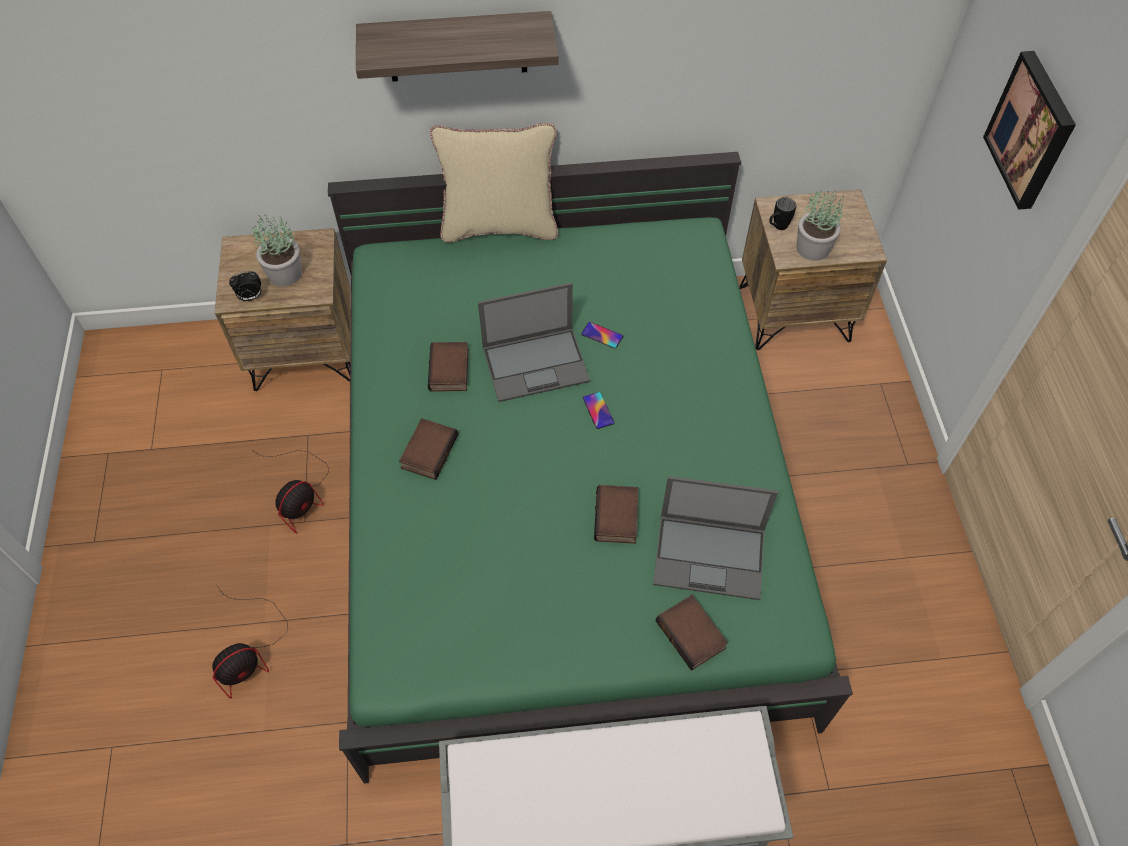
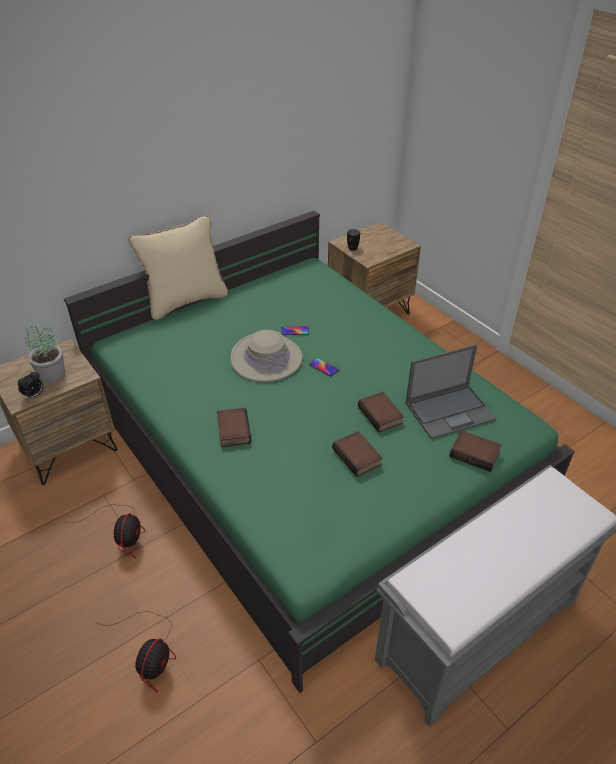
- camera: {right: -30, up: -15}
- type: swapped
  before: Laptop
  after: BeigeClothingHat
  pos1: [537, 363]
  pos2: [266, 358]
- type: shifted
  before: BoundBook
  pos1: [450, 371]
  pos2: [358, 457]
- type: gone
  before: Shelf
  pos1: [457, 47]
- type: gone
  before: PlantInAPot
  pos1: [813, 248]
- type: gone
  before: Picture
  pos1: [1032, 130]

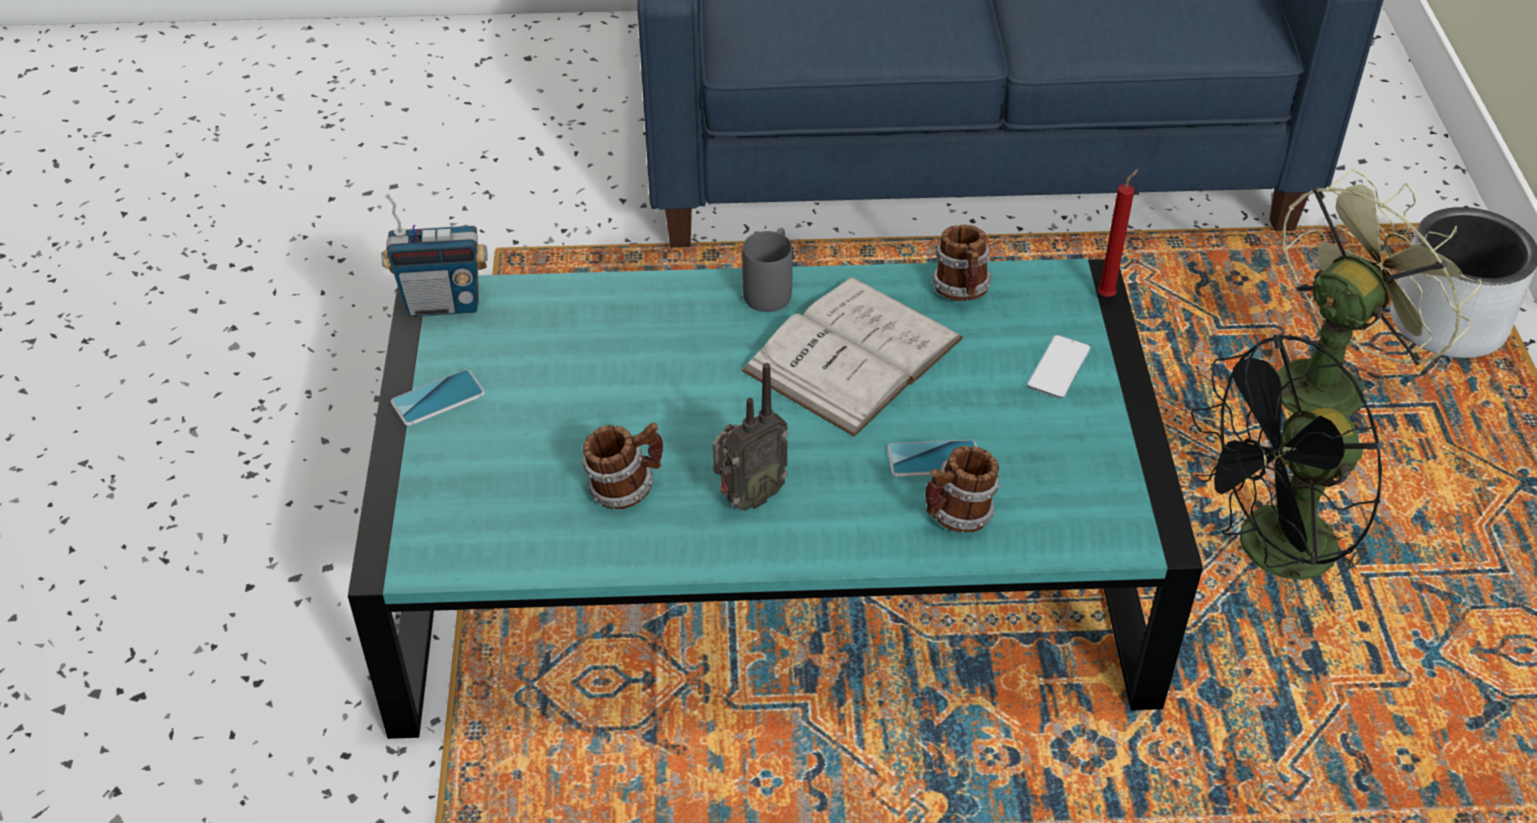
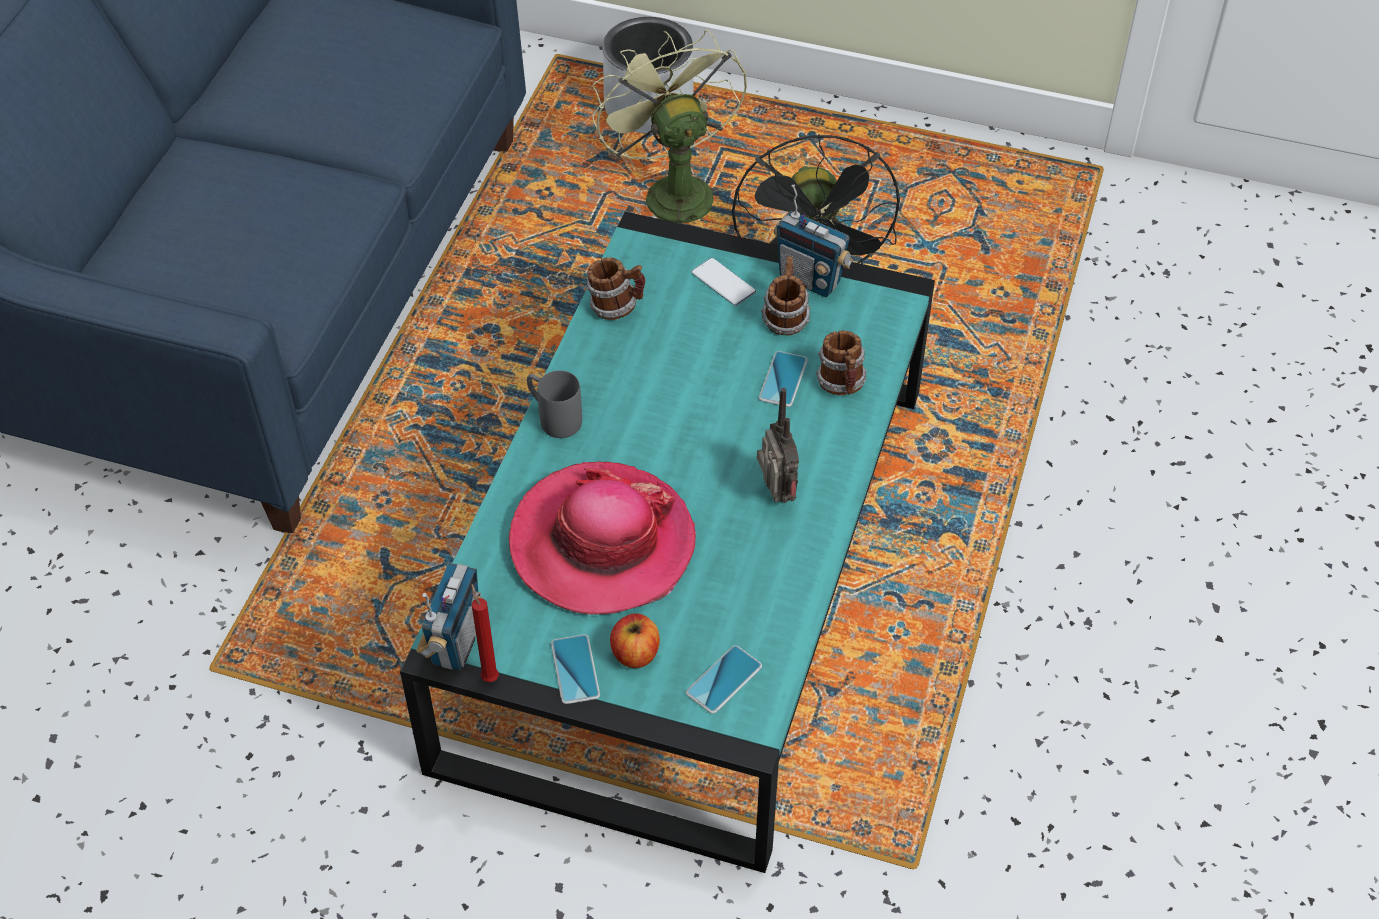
- camera: {right: -70, up: 5}
- type: shifted
  before: RedColouredCandle
  pos1: [1108, 295]
  pos2: [489, 676]
- type: new
  after: ClothingHat
  pos2: [602, 543]
- type: new
  after: AppleFruit
  pos2: [635, 653]
- type: new
  after: Handset
  pos2: [724, 680]
- type: shifted
  before: TeaMug
  pos1: [625, 488]
  pos2: [785, 318]
- type: new
  after: RadioReceiver
  pos2: [810, 279]
- type: gone
  before: WhiteColouredBoundBook
  pos1: [853, 354]

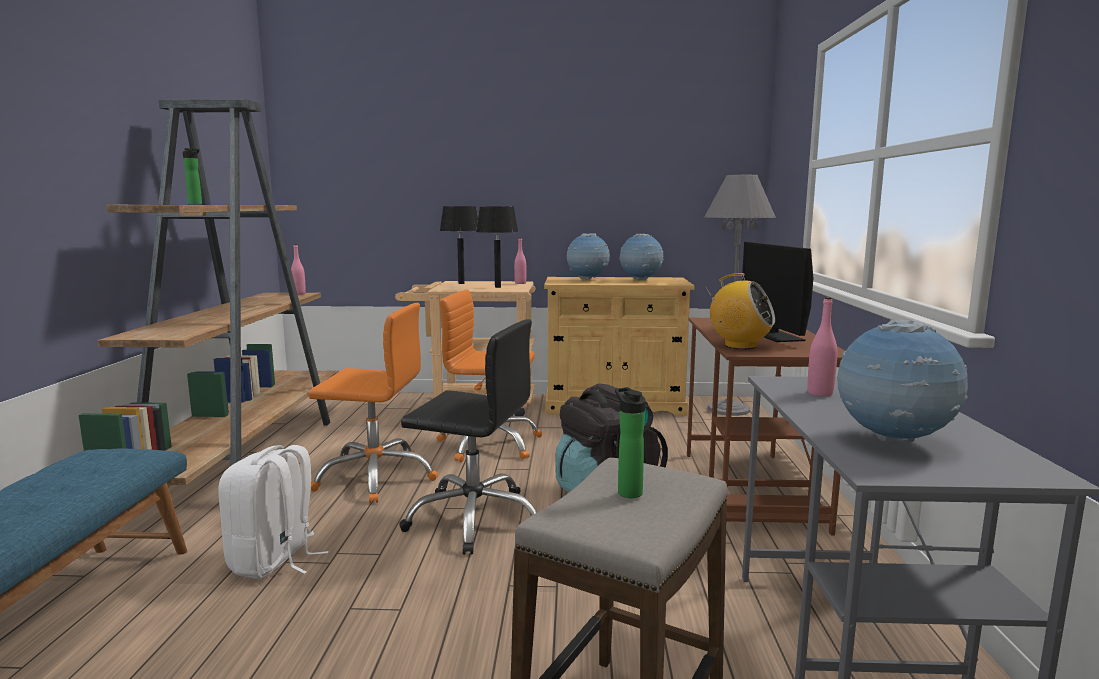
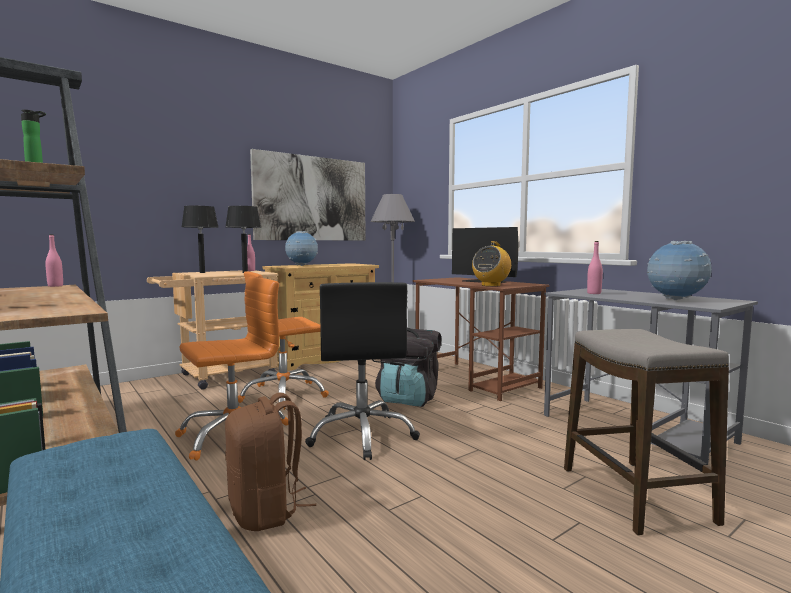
- camera: {right: -40, up: -5}
- type: repainted
  before: WhiteColouredKnapsack
  after: BrownColouredKnapsack
  pos1: [274, 561]
  pos2: [266, 511]
- type: new
  after: Picture
  pos2: [311, 198]
- type: rotated
  before: BlackColouredDeskChair
  pos1: [474, 518]
  pos2: [362, 435]
  turn: 105
- type: rotated
  before: RadioReceiver
  pos1: [739, 346]
  pos2: [491, 285]
  turn: 135
- type: gone
  before: BeverageBottle
  pos1: [628, 491]
- type: gone
  before: WorldGlobe
  pos1: [640, 280]

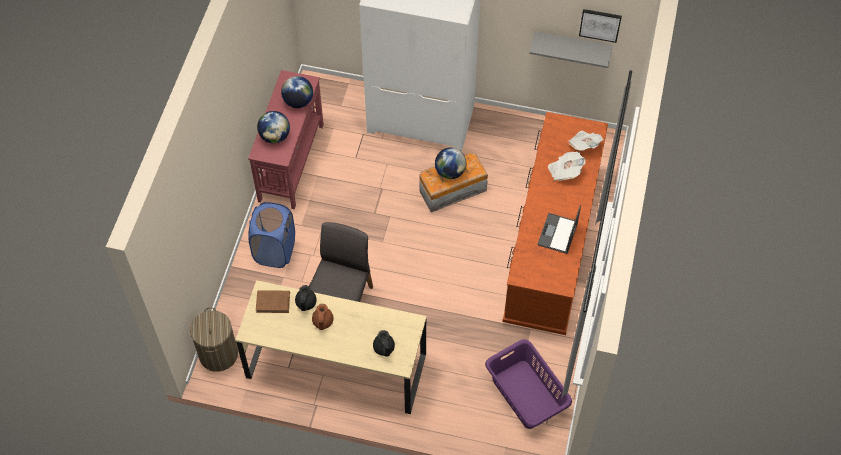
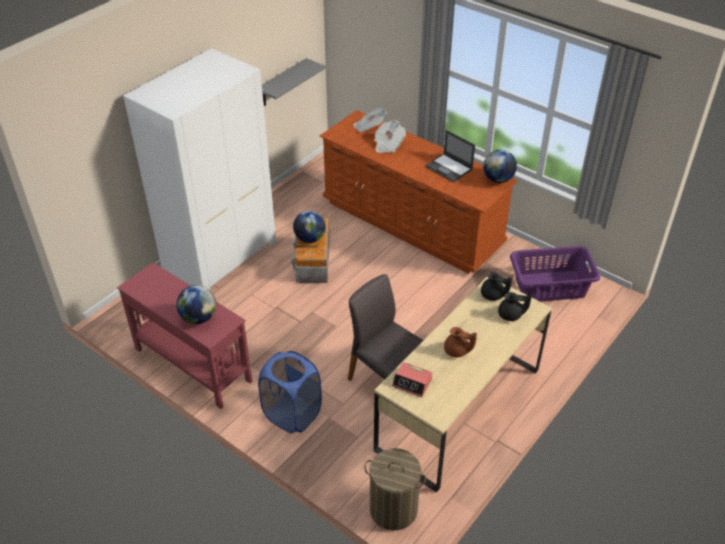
- camera: {right: -65, up: -15}
- type: swapped
  before: BrownColouredBoundBook
  after: AlarmClock
  pos1: [274, 302]
  pos2: [412, 383]
- type: shifted
  before: BlackColouredTeapot
  pos1: [305, 303]
  pos2: [493, 295]
- type: shifted
  before: WorldGlobe
  pos1: [298, 101]
  pos2: [498, 179]
- type: gone
  before: Picture
  pos1: [600, 24]

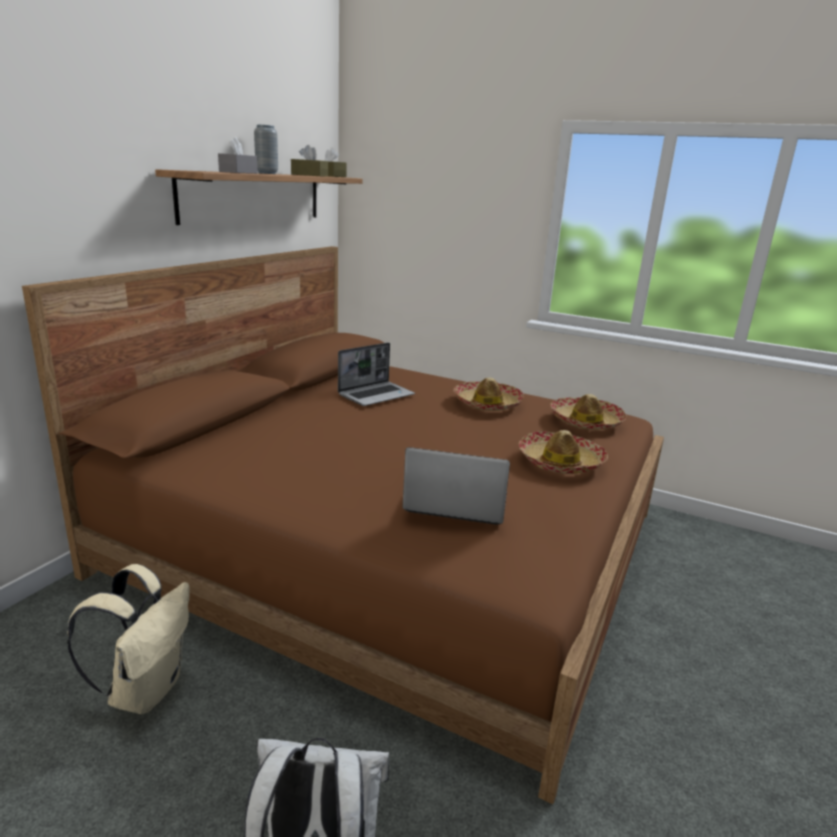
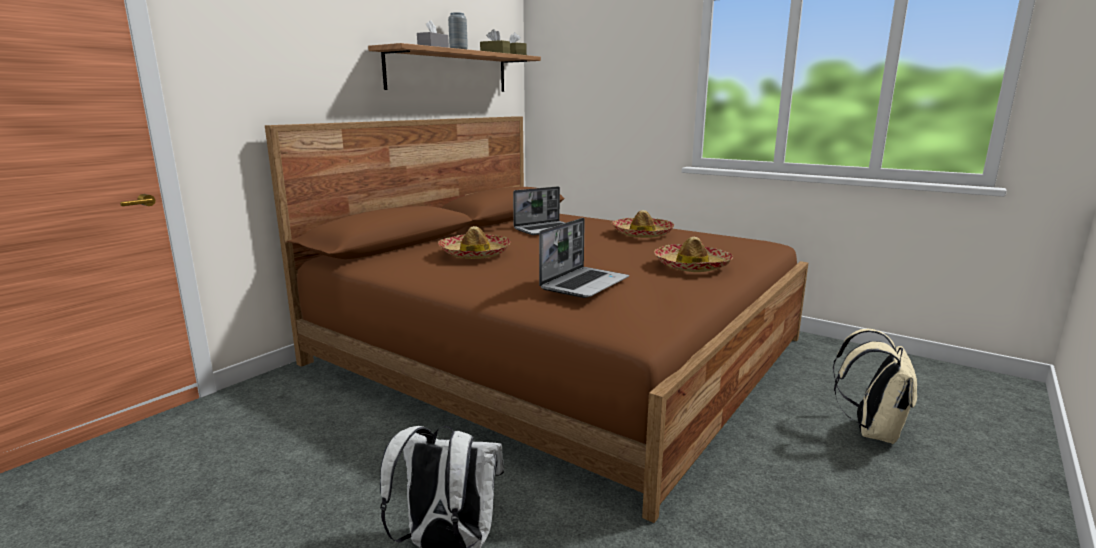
- camera: {right: 10, up: -5}
- type: shifted
  before: ClothingHat
  pos1: [585, 421]
  pos2: [474, 254]
- type: rotated
  before: Laptop
  pos1: [454, 504]
  pos2: [584, 283]
  turn: 105
- type: shifted
  before: BeigeKnapsack
  pos1: [146, 689]
  pos2: [871, 431]

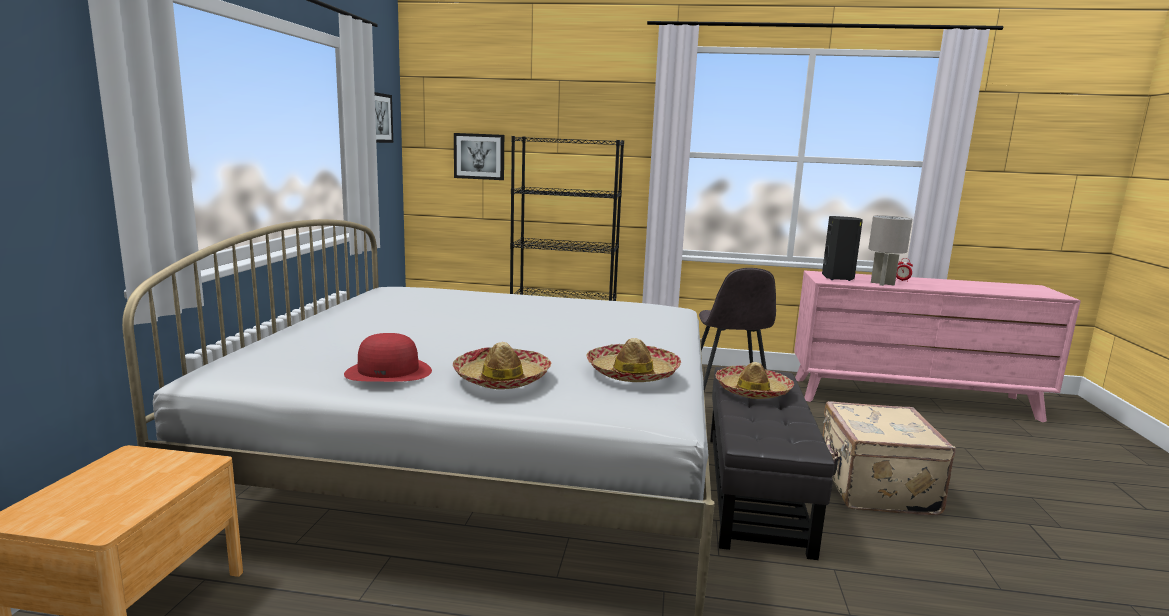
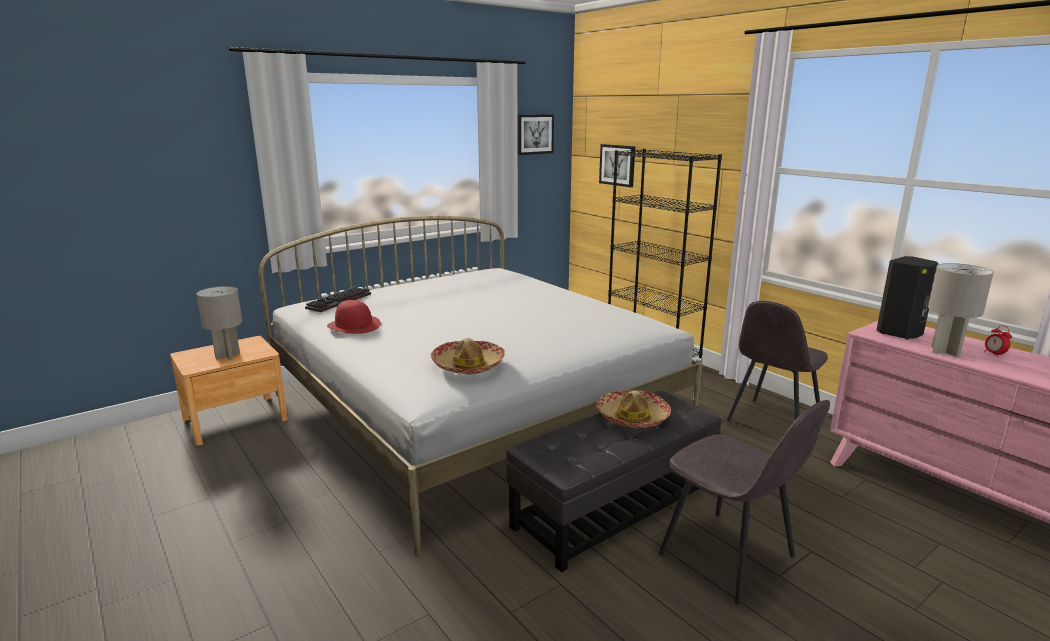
- camera: {right: 45, up: 5}
- type: new
  after: GrayLampForATable
  pos2: [227, 356]
- type: new
  after: Keyboard
  pos2: [339, 302]
- type: swapped
  before: BeigeTravelCase
  after: GrayPlainChair
  pos1: [874, 488]
  pos2: [729, 557]
- type: gone
  before: ClothingHat
  pos1: [502, 378]

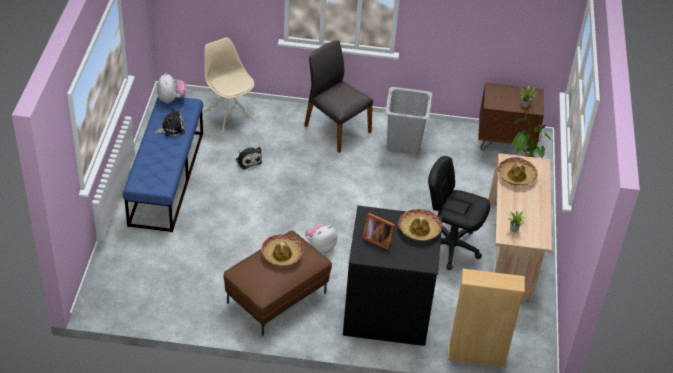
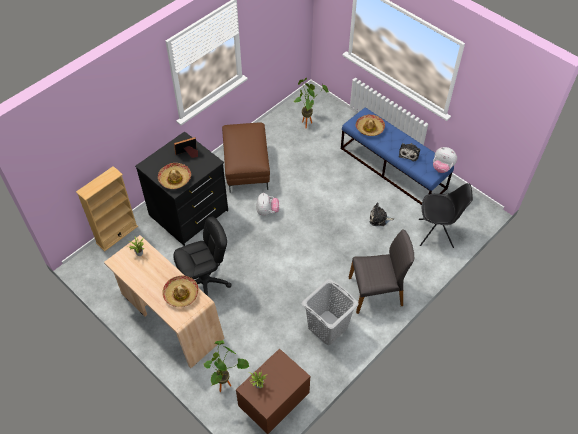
- camera: {right: 130, up: 10}
- type: new
  after: PlantInAPot
  pos2: [307, 122]
- type: shifted
  before: ClothingHat
  pos1: [282, 254]
  pos2: [369, 128]
- type: repainted
  before: BeigePlainChair
  after: BlackColouredPlainChair
  pos1: [229, 116]
  pos2: [436, 233]

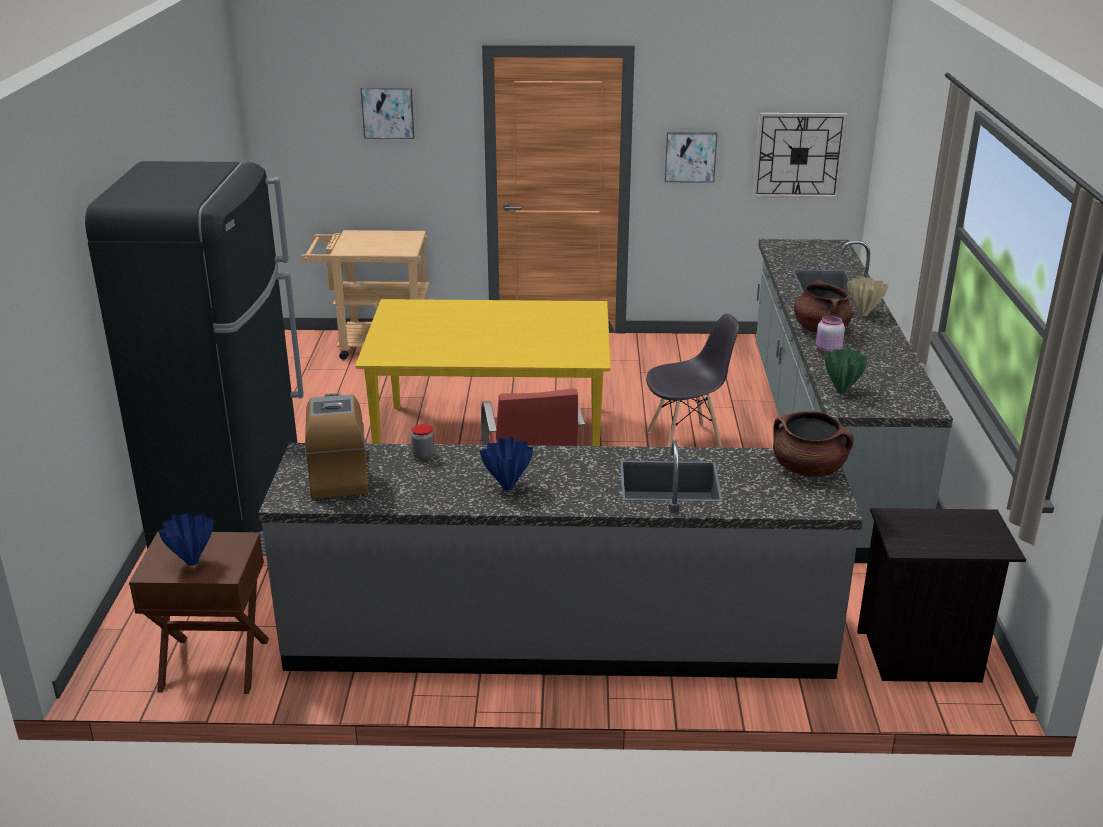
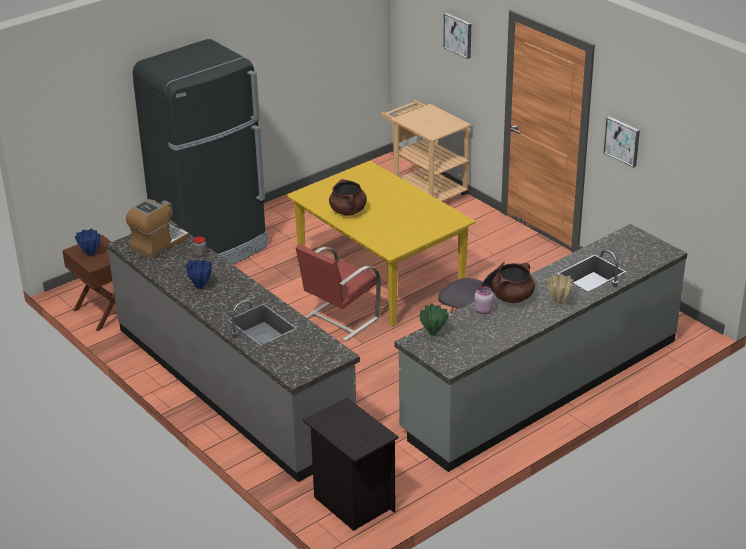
- camera: {right: 50, up: 5}
- type: shifted
  before: BrownColouredStockpot
  pos1: [808, 469]
  pos2: [348, 211]
- type: gone
  before: HangingClock
  pos1: [799, 155]

